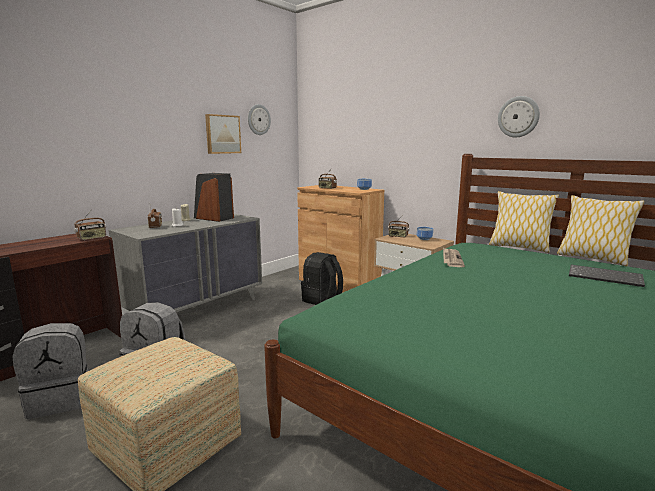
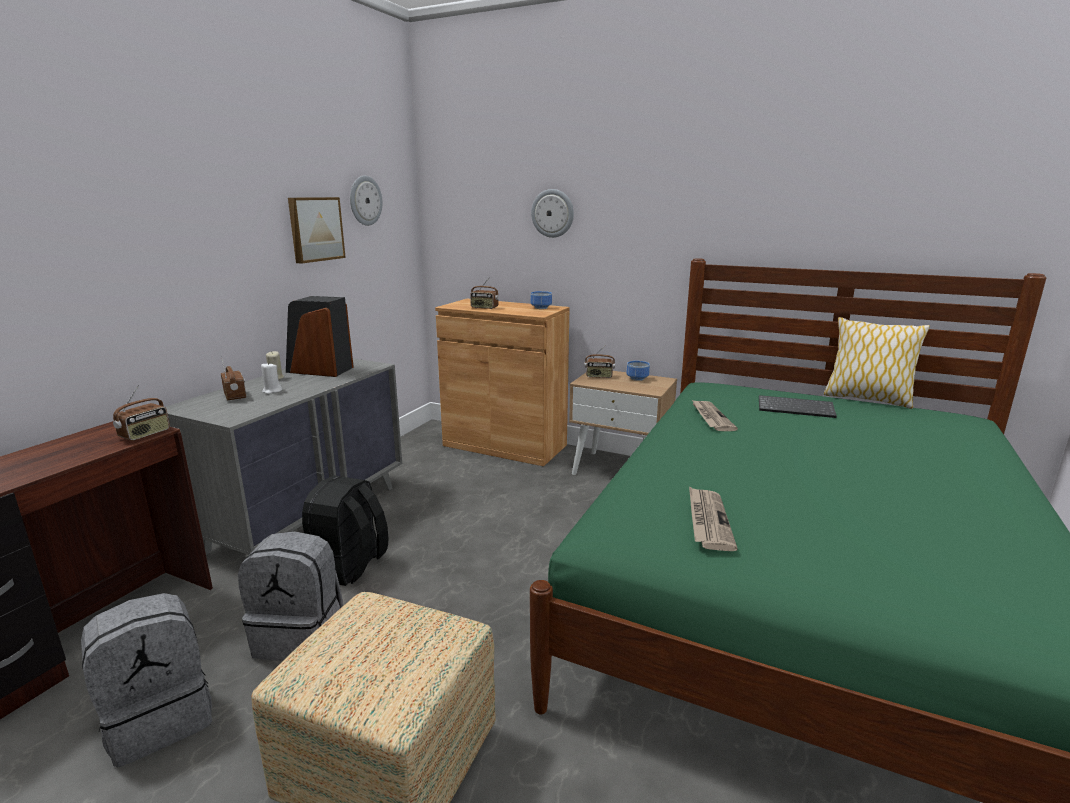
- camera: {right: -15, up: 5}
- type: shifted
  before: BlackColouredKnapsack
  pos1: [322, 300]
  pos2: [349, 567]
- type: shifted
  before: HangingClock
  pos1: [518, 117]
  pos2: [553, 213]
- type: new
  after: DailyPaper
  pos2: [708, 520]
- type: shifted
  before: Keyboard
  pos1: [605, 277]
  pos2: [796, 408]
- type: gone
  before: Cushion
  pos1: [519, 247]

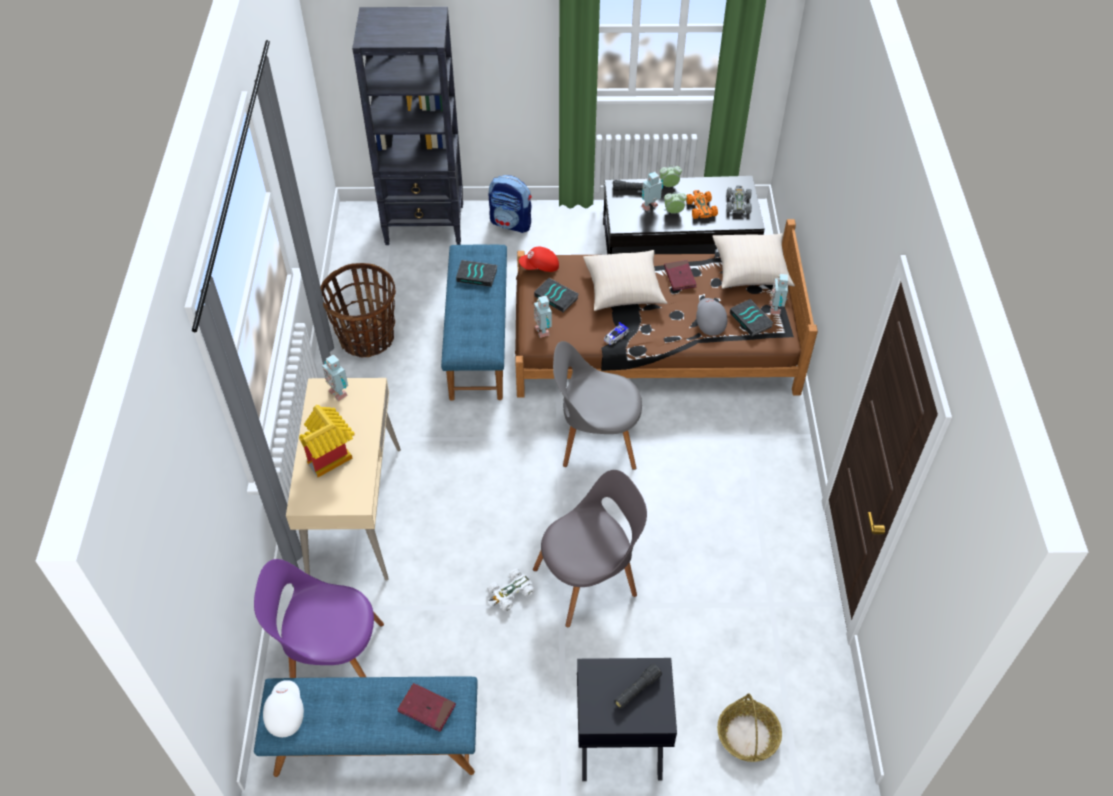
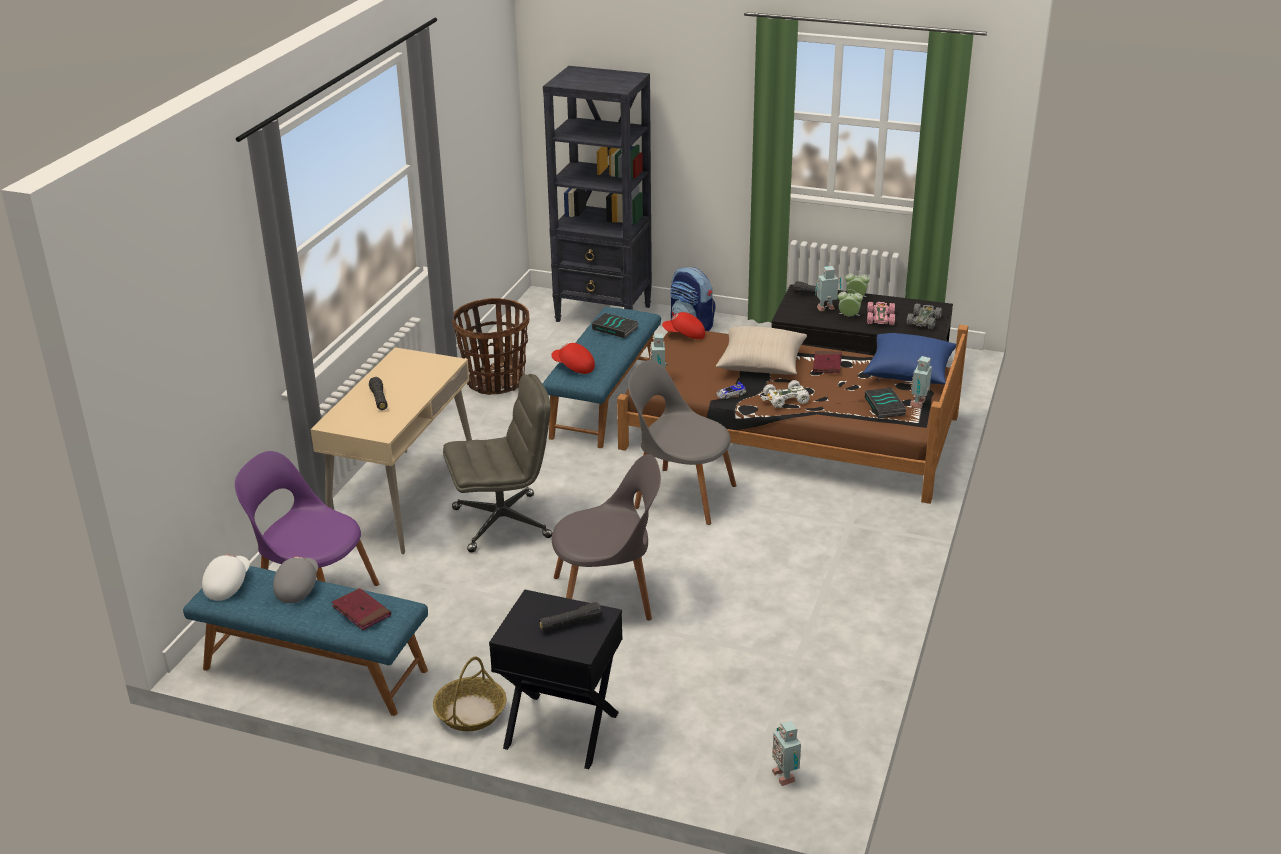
- camera: {right: 20, up: -20}
- type: shifted
  before: GrayPeakedCap
  pos1: [709, 321]
  pos2: [297, 587]
- type: swapped
  before: ToyHouse
  after: BlackColouredFlashlight
  pos1: [331, 457]
  pos2: [379, 399]
- type: shifted
  before: HouseholdBasket
  pos1: [747, 735]
  pos2: [470, 712]
- type: new
  after: GrayDeskChair
  pos2: [503, 522]
- type: new
  after: RedColouredPeakedCap
  pos2: [573, 367]
- type: shifted
  before: WhiteColouredModelCar
  pos1: [510, 593]
  pos2: [785, 399]
- type: shifted
  before: ModelRobot
  pos1: [339, 392]
  pos2: [785, 775]
- type: repainted
  before: BeigeCushion
  after: BluishCushion
  pos1: [751, 270]
  pos2: [909, 372]
- type: repainted
  before: OrangeColouredModelCar
  after: PinkModelCar
  pos1: [700, 208]
  pos2: [880, 318]
- type: gone
  before: BoundBook
  pos1: [557, 297]

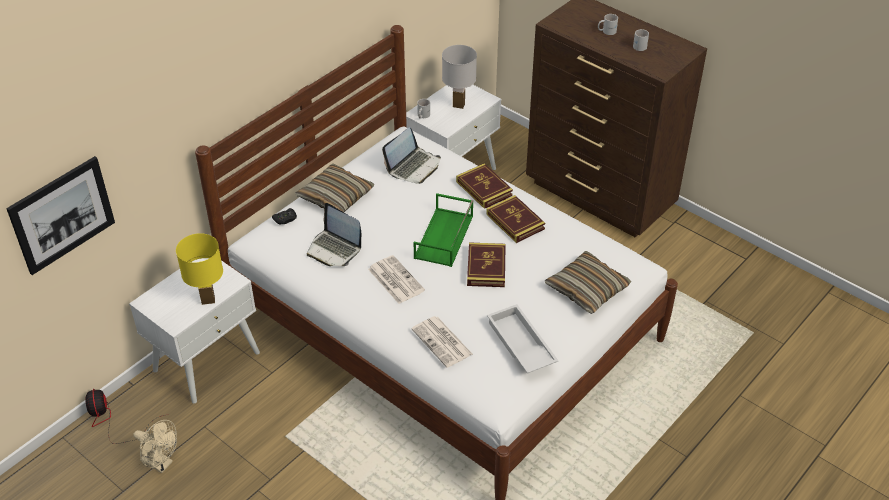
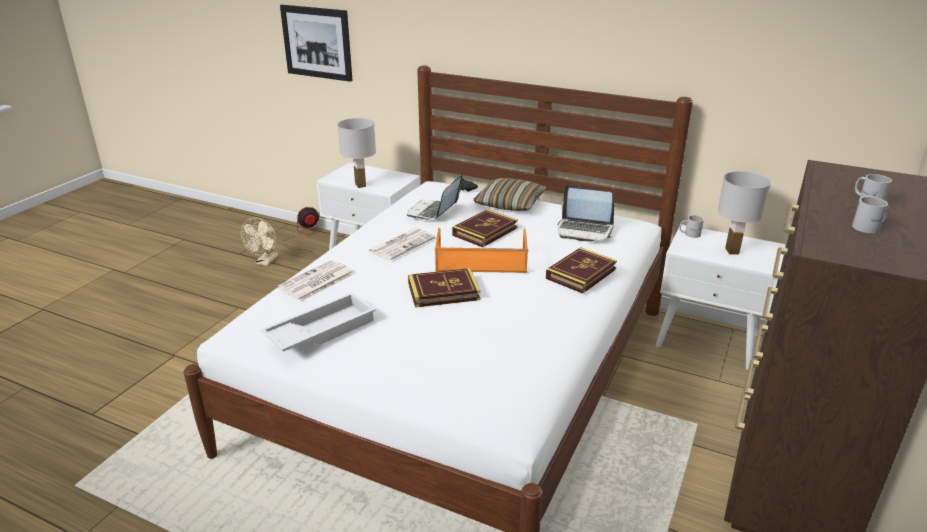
- camera: {right: 75, up: -15}
- type: repainted
  before: YellowishLampForATable
  after: WhiteColouredLampForATable
  pos1: [208, 300]
  pos2: [361, 185]
- type: repainted
  before: GreenColouredTray
  after: OrangeColouredTray
  pos1: [444, 237]
  pos2: [480, 261]
- type: shifted
  before: BoundBook
  pos1: [515, 221]
  pos2: [485, 231]
- type: gone
  before: Cushion
  pos1: [587, 289]

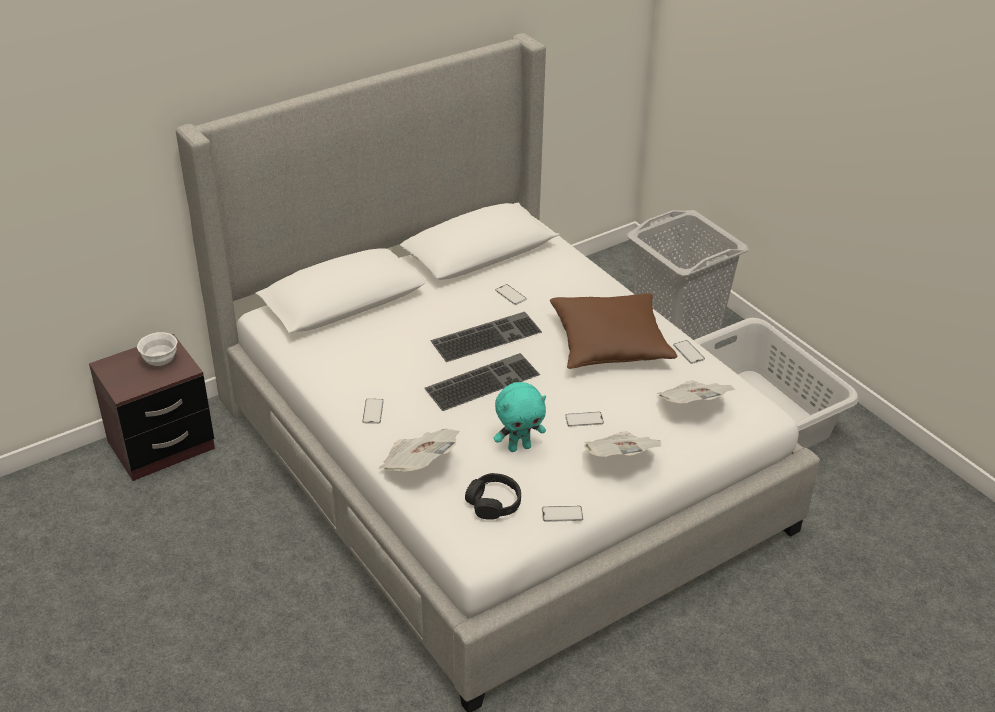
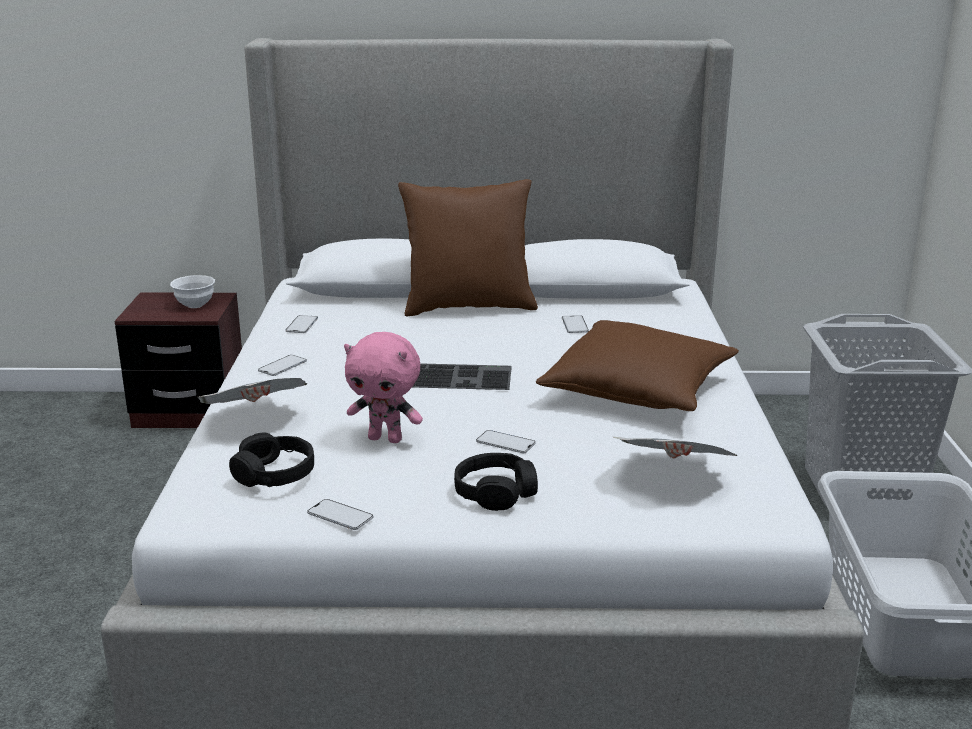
- camera: {right: 35, up: -15}
- type: shifted
  before: Handset
  pos1: [688, 352]
  pos2: [302, 325]
- type: repainted
  before: TurquoiseColouredCuddlyToy
  after: PinkCuddlyToy
  pos1: [519, 447]
  pos2: [386, 439]
- type: new
  after: BrownColouredCushion
  pos2: [468, 307]
- type: swapped
  before: DailyPaper
  after: BlackColouredPairOfHeadphones
  pos1: [620, 460]
  pos2: [495, 492]
- type: gone
  before: Keyboard
  pos1: [486, 335]

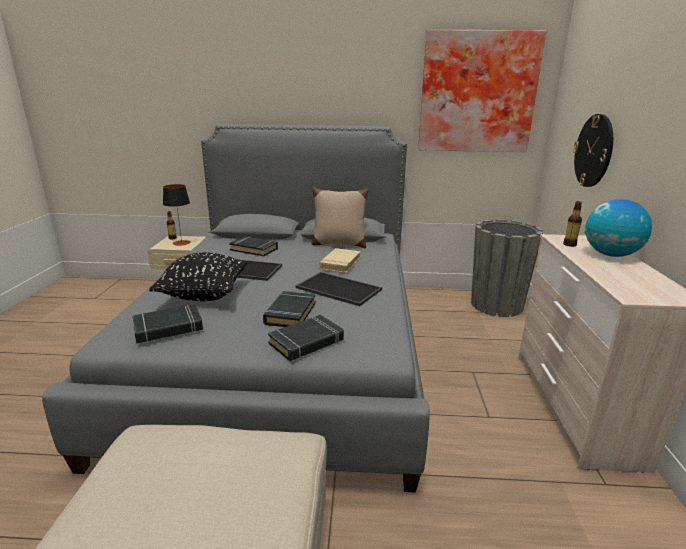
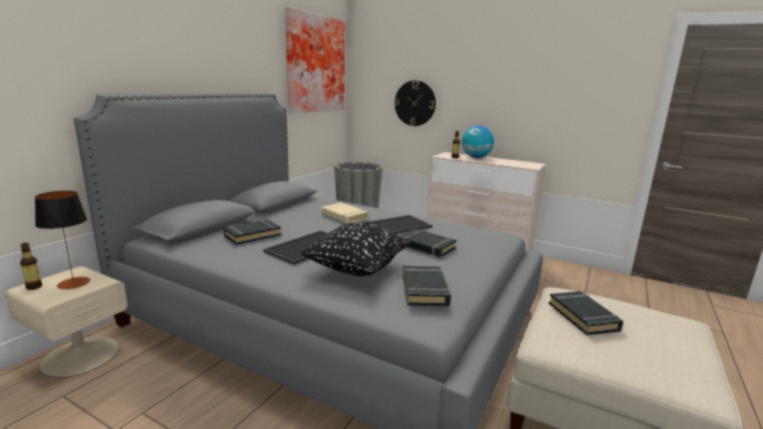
- camera: {right: -65, up: -5}
- type: shifted
  before: BlackColouredBoundBook
  pos1: [306, 342]
  pos2: [583, 316]
- type: gone
  before: BeigeCushion
  pos1: [338, 244]

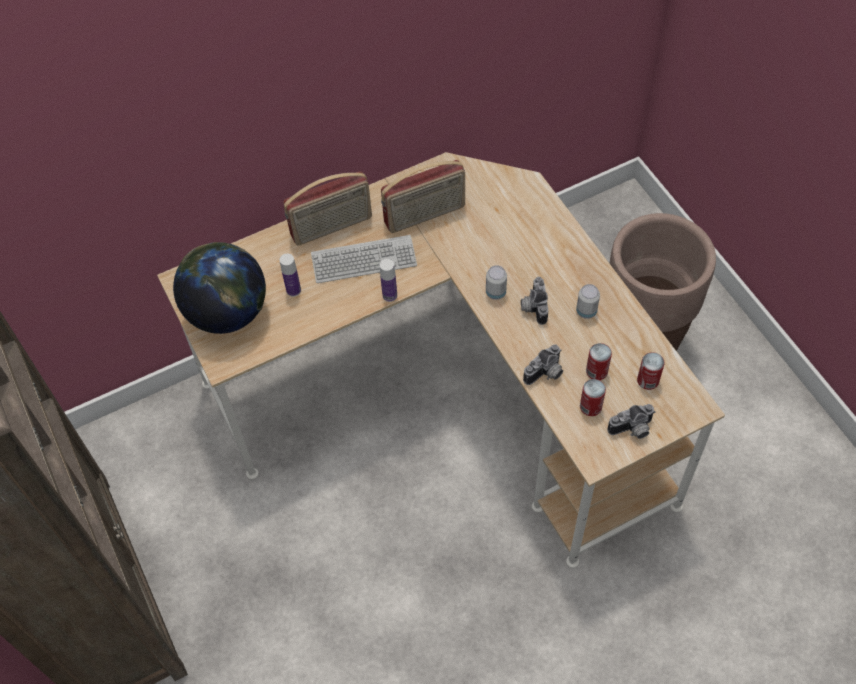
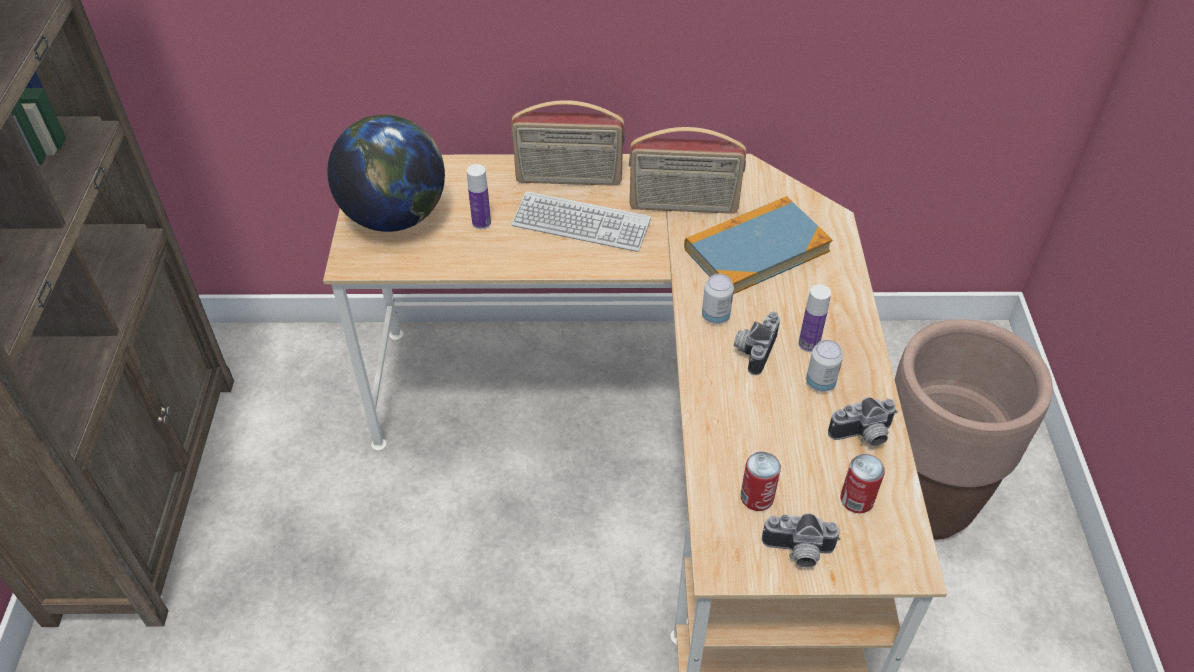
- camera: {right: 25, up: -10}
- type: new
  after: BoundBook
  pos2: [756, 250]
- type: shifted
  before: BeverageBottle
  pos1: [390, 295]
  pos2: [808, 344]
- type: shifted
  before: PhotoCamera
  pos1: [546, 374]
  pos2: [863, 436]
- type: gone
  before: SealedCan
  pos1: [596, 371]

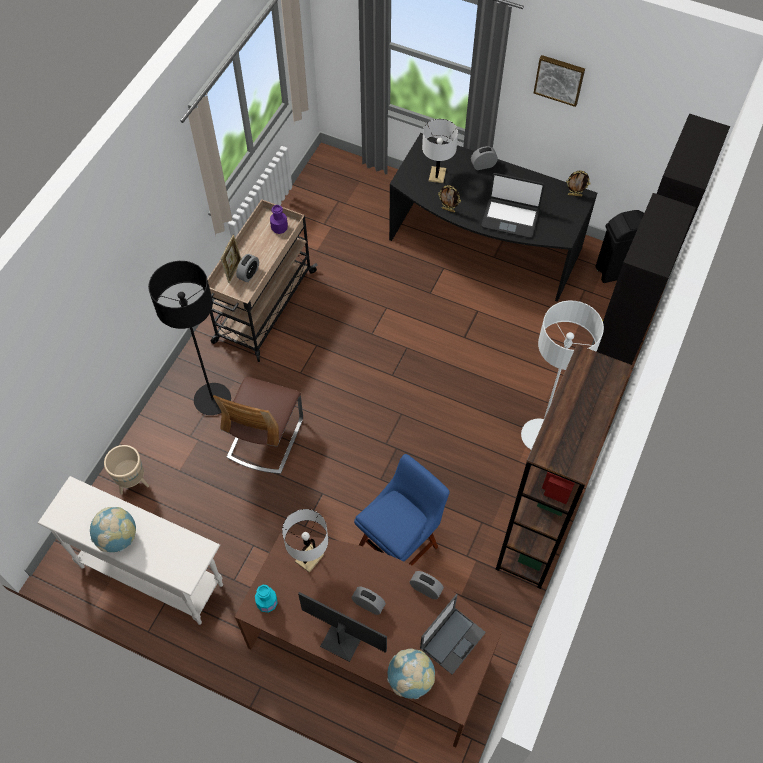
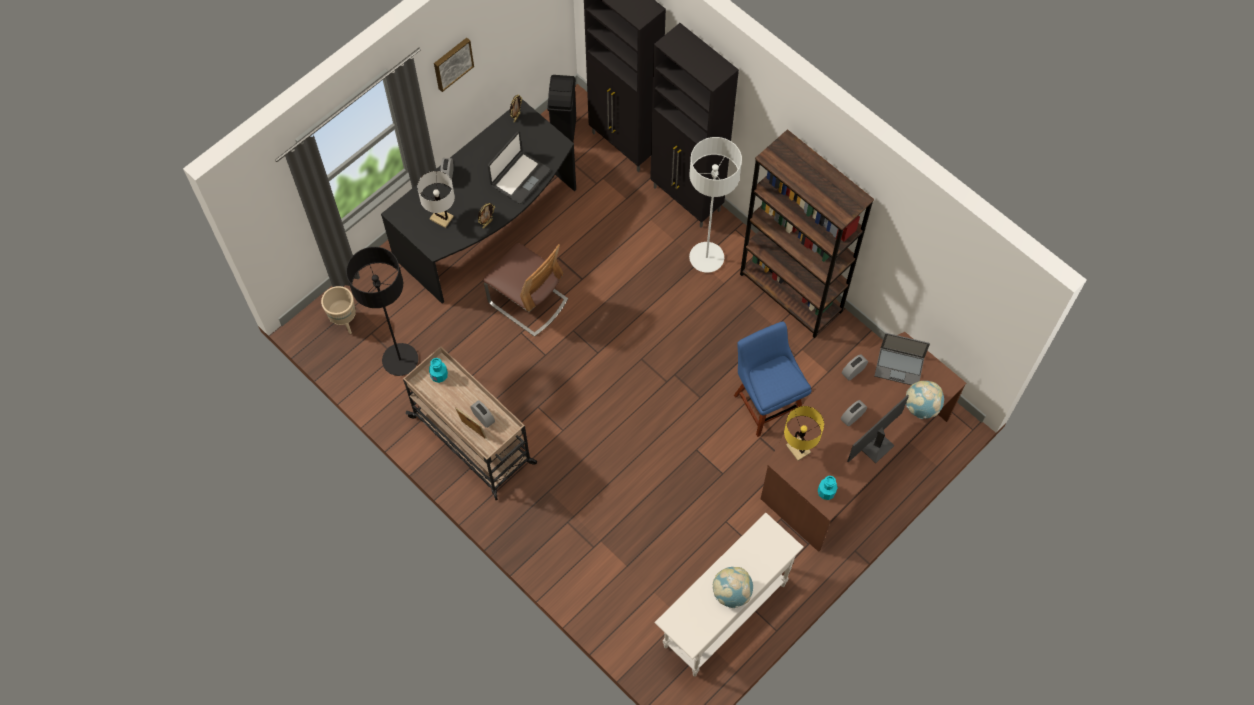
- camera: {right: -70, up: 5}
- type: shifted
  before: BeigePlantPot
  pos1: [134, 482]
  pos2: [344, 321]
- type: shifted
  before: BlackColouredStandardLamp
  pos1: [212, 400]
  pos2: [400, 360]
- type: repainted
  before: PurpleBeverageBottle
  after: TurquoiseColouredBeverageBottle
  pos1: [279, 228]
  pos2: [439, 375]
- type: shifted
  before: PlainChair
  pos1: [265, 438]
  pos2: [528, 301]
- type: repainted
  before: WhiteColouredLampForATable
  after: YellowishLampForATable
  pos1: [309, 558]
  pos2: [798, 449]
- type: rotated
  before: Laptop
  pos1: [453, 639]
  pos2: [900, 367]
  turn: 135

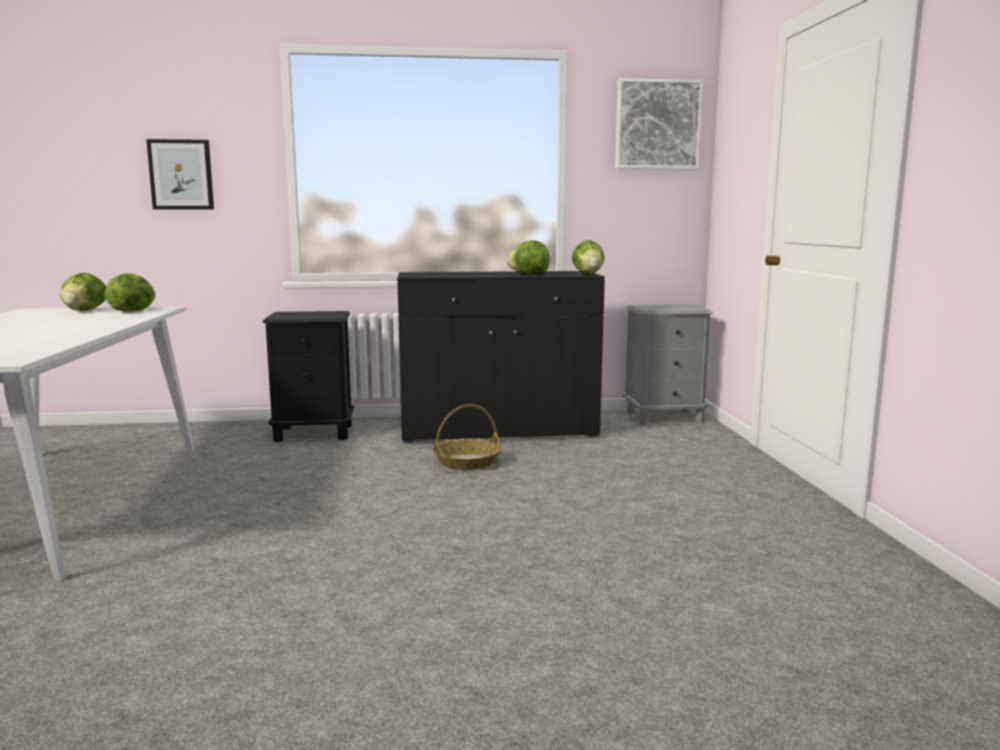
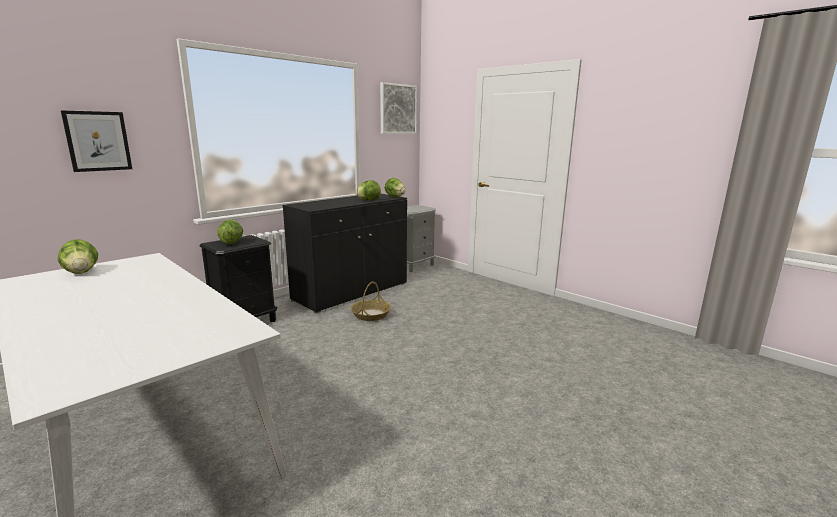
- camera: {right: -40, up: 5}
- type: shifted
  before: Lettuce
  pos1: [133, 311]
  pos2: [231, 242]

